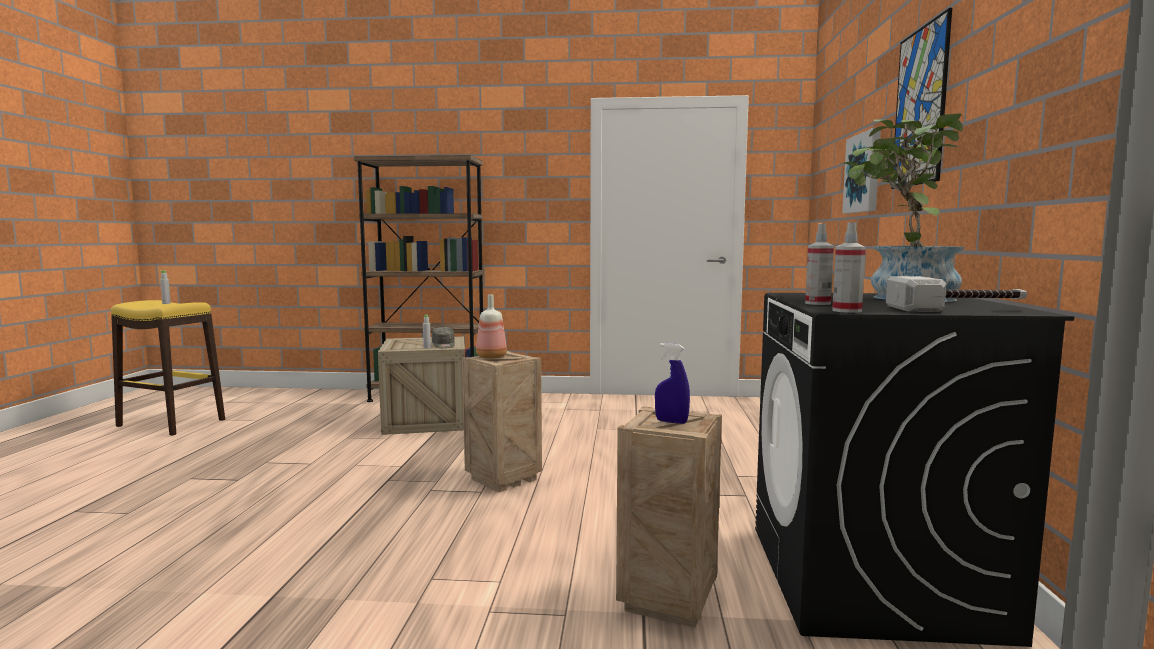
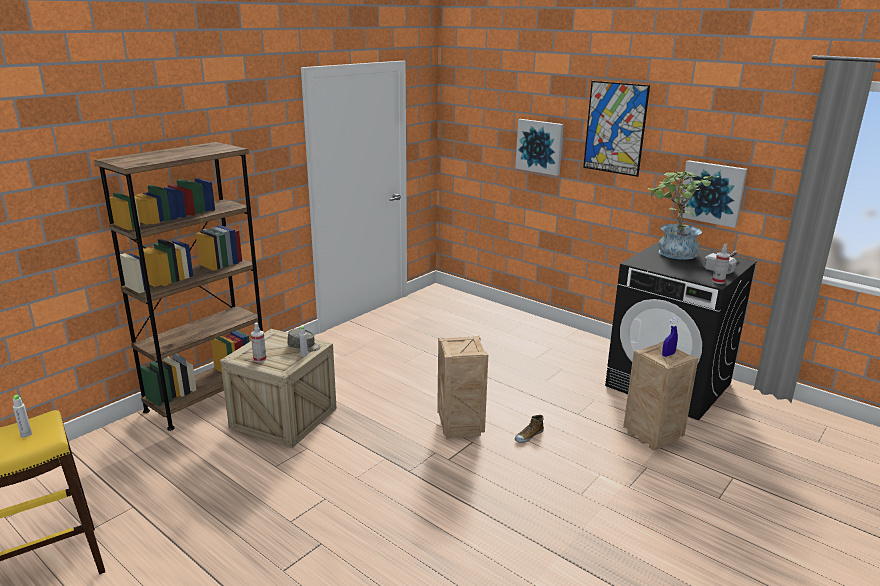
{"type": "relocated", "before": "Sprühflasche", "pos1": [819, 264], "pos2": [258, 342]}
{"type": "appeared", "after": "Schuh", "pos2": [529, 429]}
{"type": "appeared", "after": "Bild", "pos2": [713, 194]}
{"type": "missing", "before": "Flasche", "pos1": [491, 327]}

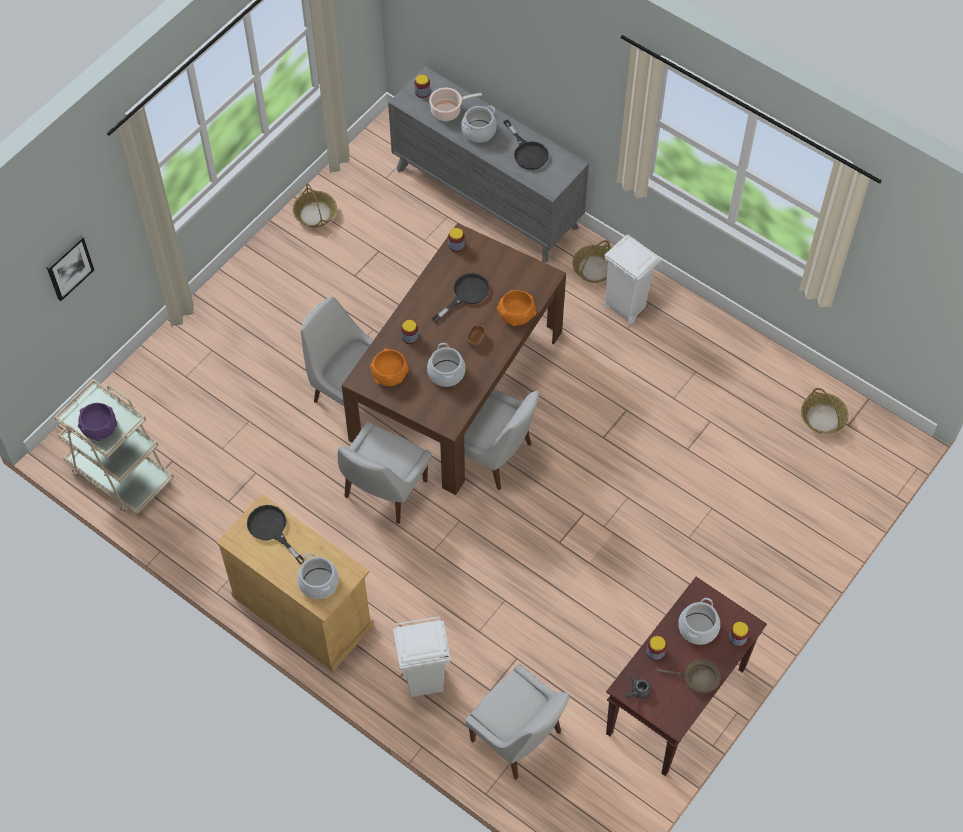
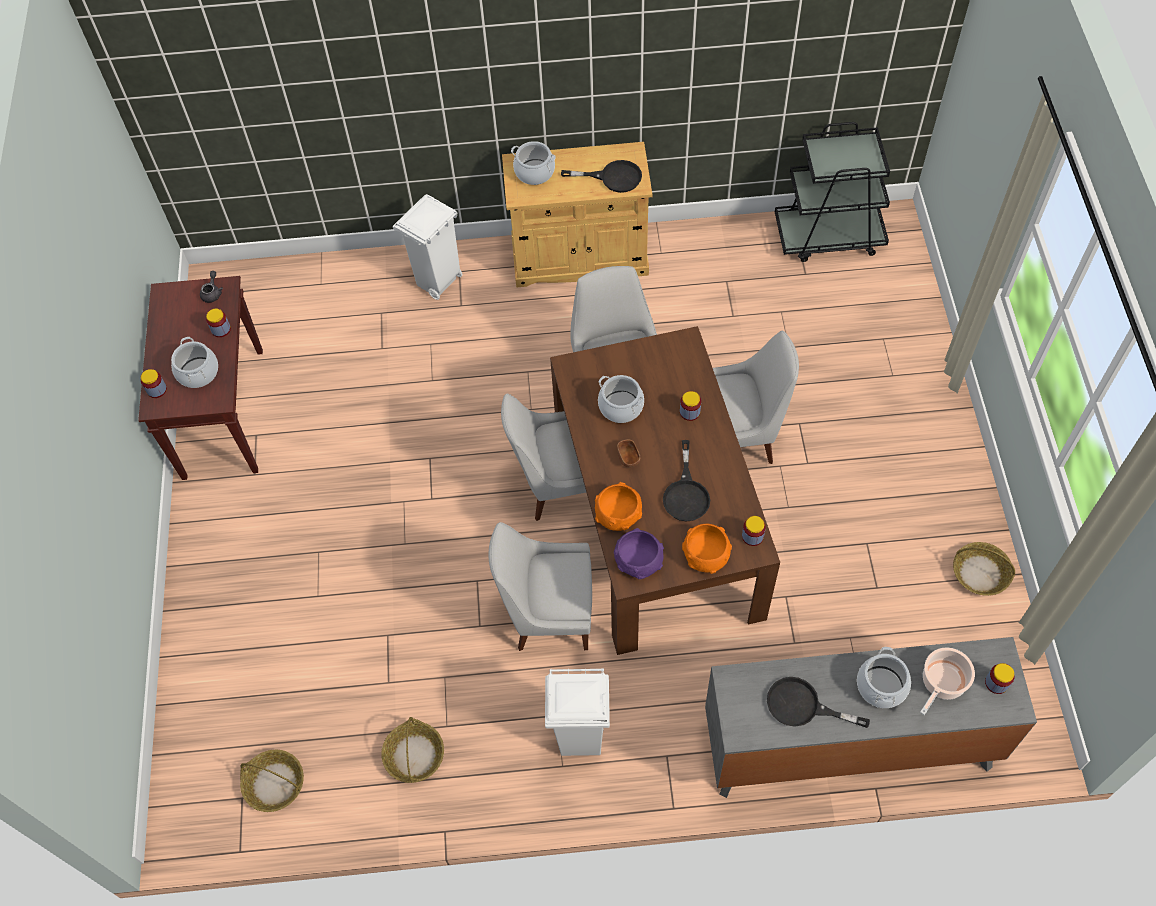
{"type": "relocated", "before": "Korb", "pos1": [591, 261], "pos2": [412, 750]}
{"type": "relocated", "before": "Stuhl/weiß", "pos1": [518, 722], "pos2": [540, 586]}
{"type": "relocated", "before": "Schüssel/lila", "pos1": [97, 422], "pos2": [639, 553]}
{"type": "relocated", "before": "Schüssel/orange", "pos1": [389, 367], "pos2": [707, 549]}
{"type": "colour", "before": "Rollwagen/beige", "after": "Rollwagen/schwarz", "pos1": [114, 446], "pos2": [832, 192]}
{"type": "missing", "before": "Bild", "pos1": [70, 268]}
{"type": "missing", "before": "Pfanne/braun", "pos1": [688, 676]}

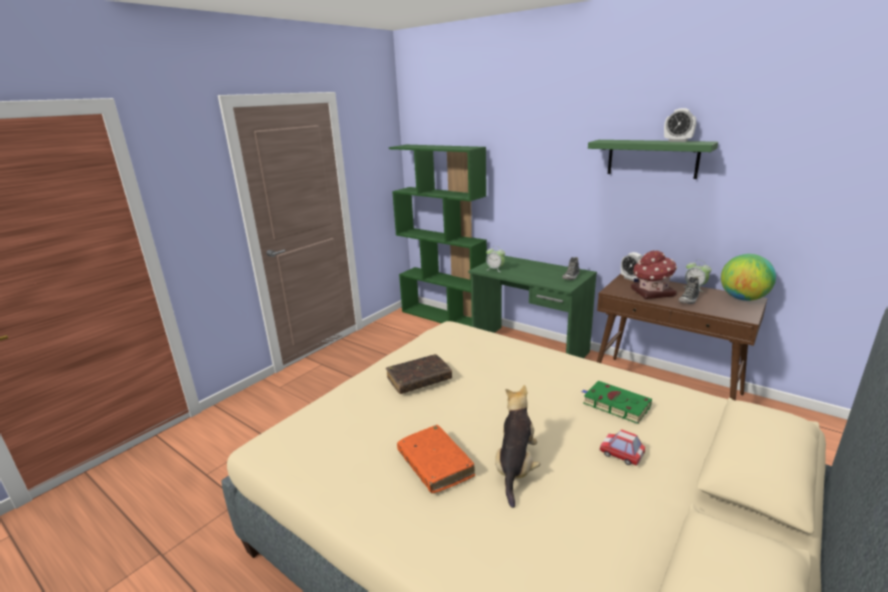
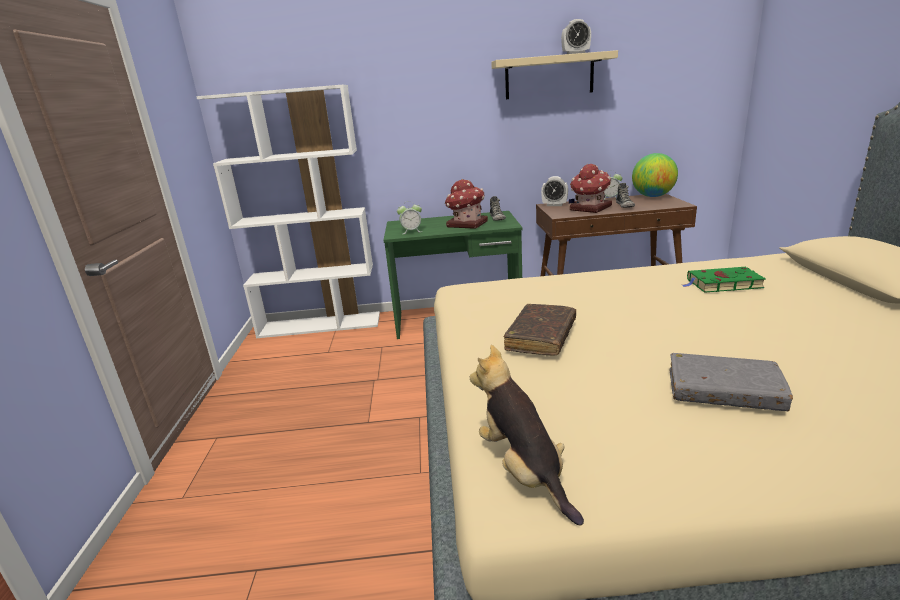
{"type": "colour", "before": "Bücherregal/grün", "after": "Bücherregal/weiß", "pos1": [438, 236], "pos2": [288, 211]}
{"type": "appeared", "after": "Spielzeughaus", "pos2": [466, 204]}
{"type": "relocated", "before": "Plüschtier", "pos1": [517, 446], "pos2": [527, 435]}
{"type": "colour", "before": "Wandregal/grün", "after": "Wandregal/beige", "pos1": [653, 159], "pos2": [554, 74]}
{"type": "colour", "before": "Buch/orange", "after": "Buch/grau", "pos1": [436, 459], "pos2": [731, 382]}
{"type": "missing", "before": "Spielzeugauto", "pos1": [622, 447]}

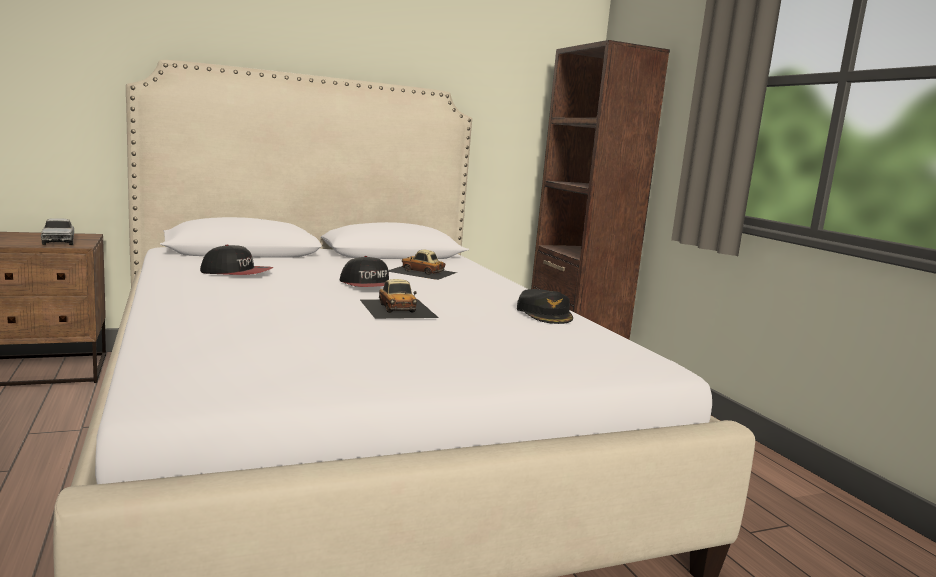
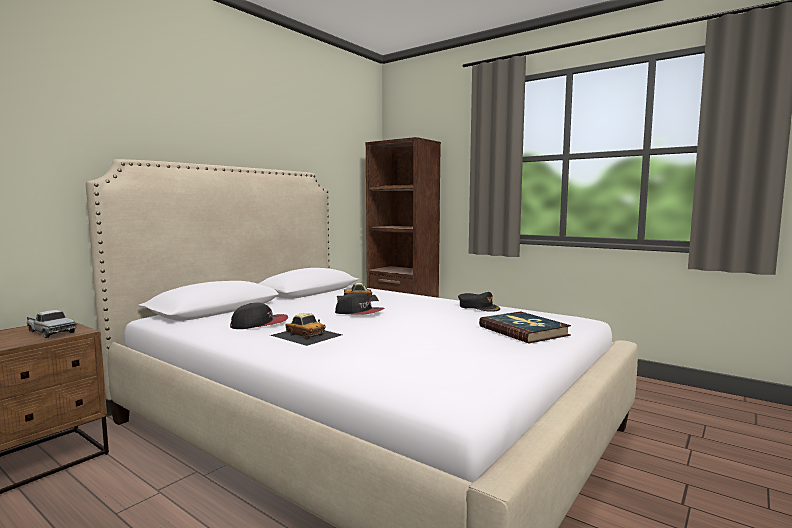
{"type": "relocated", "before": "Spielzeugauto", "pos1": [399, 299], "pos2": [306, 329]}
{"type": "appeared", "after": "Buch", "pos2": [525, 327]}

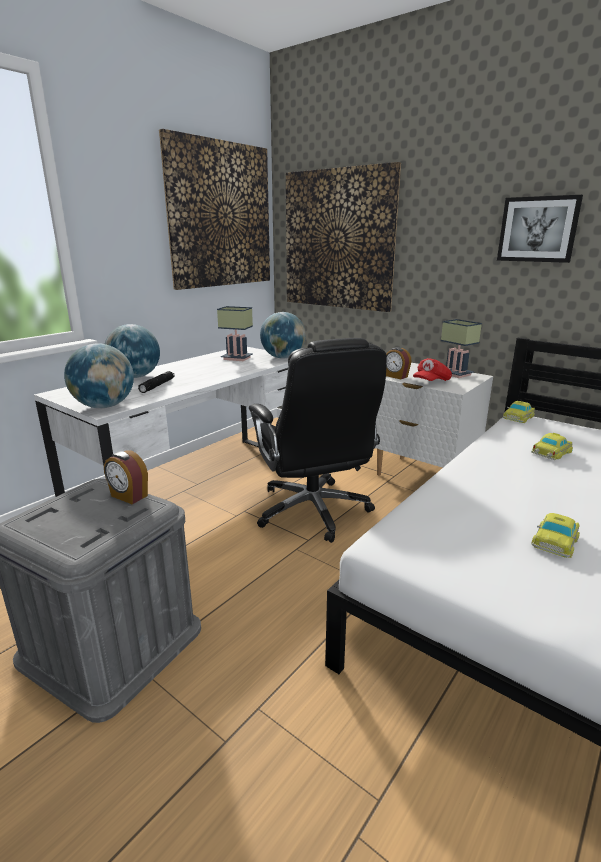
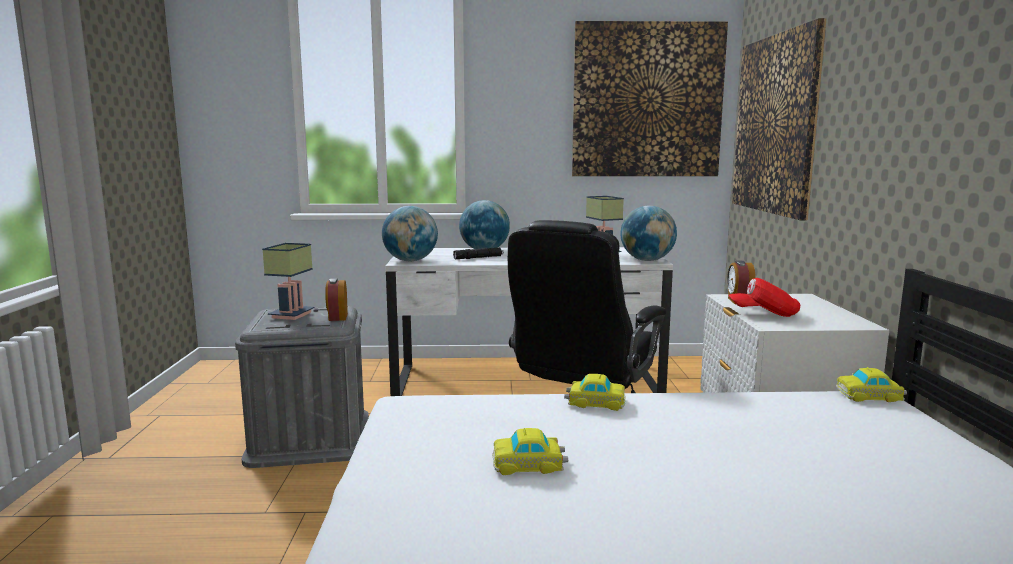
{"type": "relocated", "before": "Tischlampe", "pos1": [461, 348], "pos2": [288, 281]}
{"type": "relocated", "before": "Spielzeugauto", "pos1": [552, 446], "pos2": [595, 392]}
{"type": "missing", "before": "Bild", "pos1": [540, 229]}

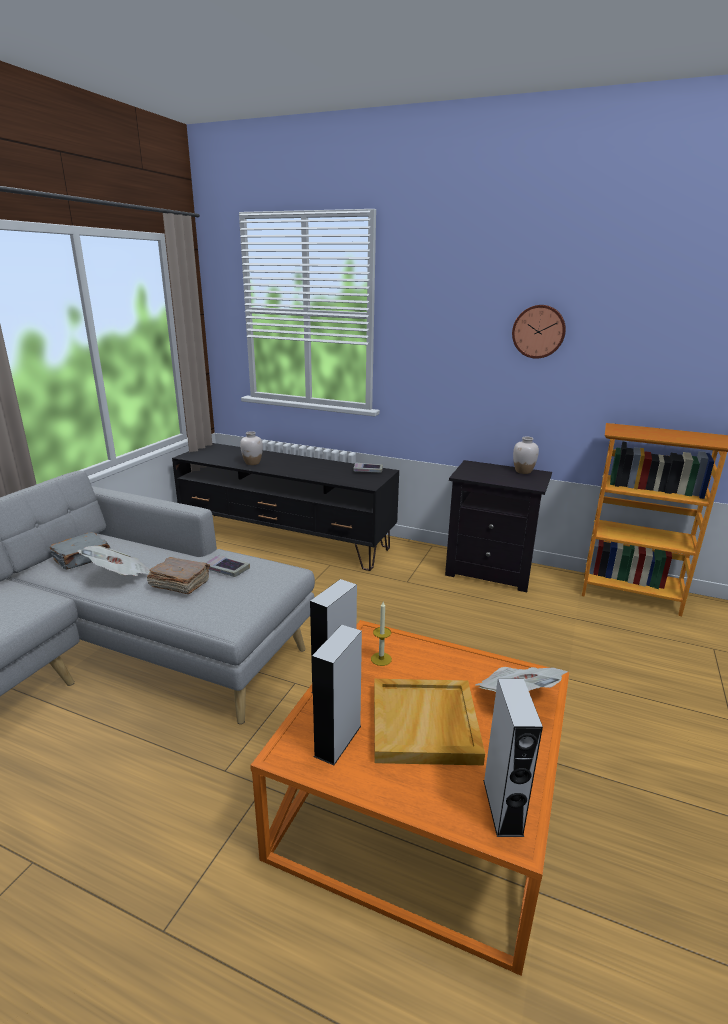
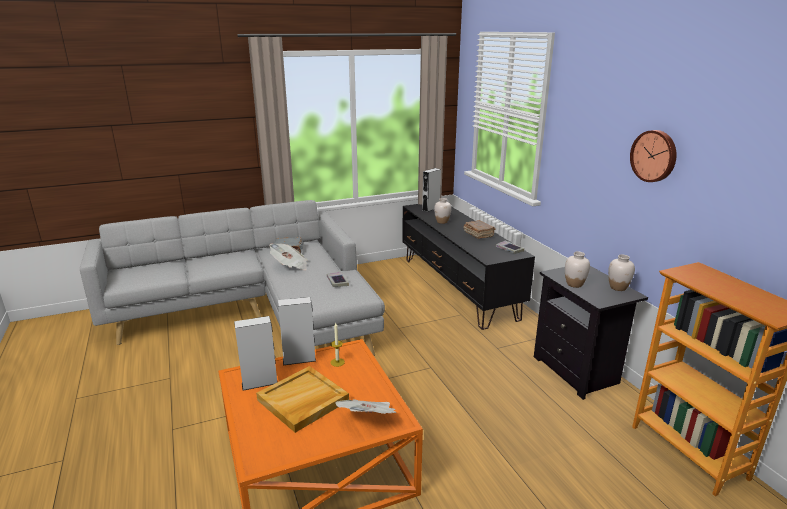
{"type": "relocated", "before": "Lautsprecher/grau", "pos1": [513, 757], "pos2": [431, 190]}
{"type": "relocated", "before": "Buch/braun", "pos1": [178, 575], "pos2": [480, 229]}
{"type": "appeared", "after": "Vase/weiß", "pos2": [577, 270]}

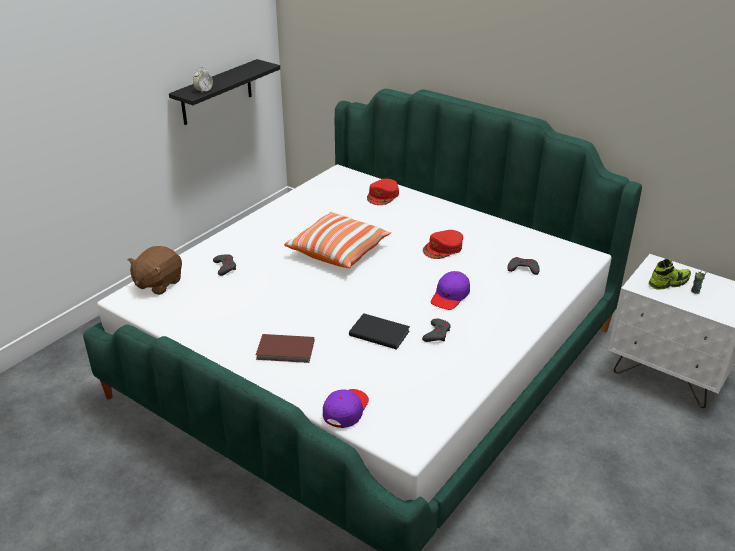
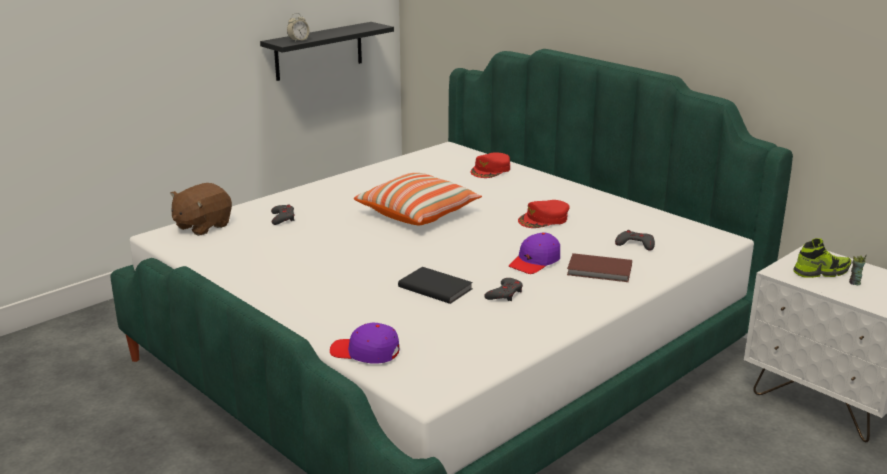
{"type": "spun", "before": "Kappe/lila", "pos1": [346, 408], "pos2": [365, 343], "turn": -105}
{"type": "relocated", "before": "Buch/braun", "pos1": [285, 348], "pos2": [599, 267]}

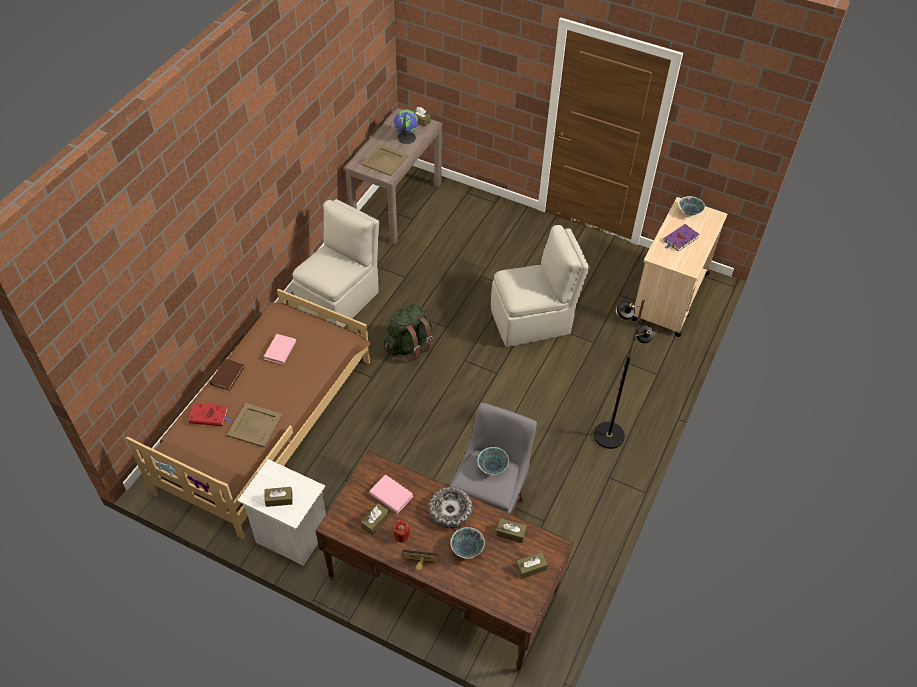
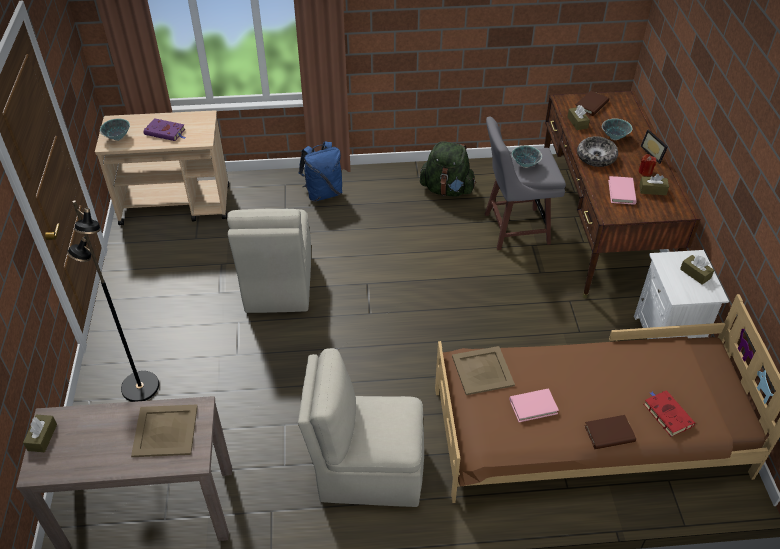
{"type": "relocated", "before": "Stehlampe/schwarz", "pos1": [624, 374], "pos2": [113, 301]}
{"type": "spun", "before": "Stuhl/beige", "pos1": [540, 286], "pos2": [269, 261], "turn": -135}
{"type": "appeared", "after": "Rucksack/blau", "pos2": [320, 171]}
{"type": "relocated", "before": "Rucksack/grün", "pos1": [408, 332], "pos2": [448, 169]}
{"type": "relocated", "before": "Tablett/beige", "pos1": [255, 425], "pos2": [483, 370]}
{"type": "exchanged", "before": "Taschentuchbox/braun", "after": "Buch/braun", "pos1": [532, 565], "pos2": [592, 103]}
{"type": "missing", "before": "Globus", "pos1": [406, 126]}

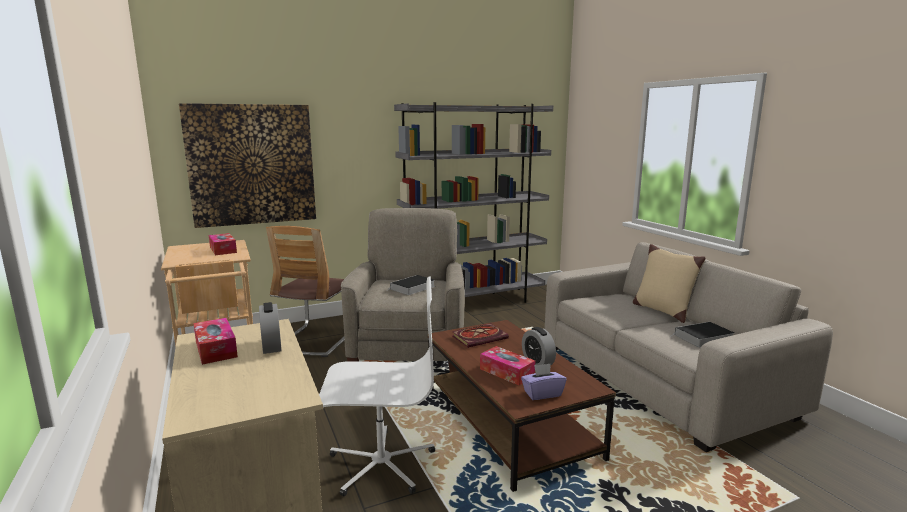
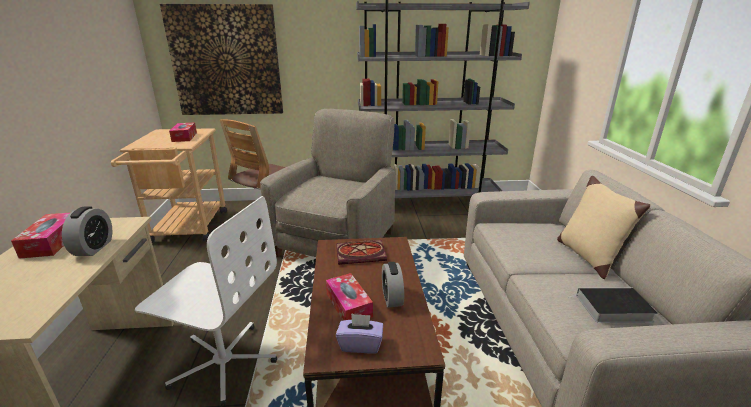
{"type": "missing", "before": "Buch", "pos1": [410, 285]}

